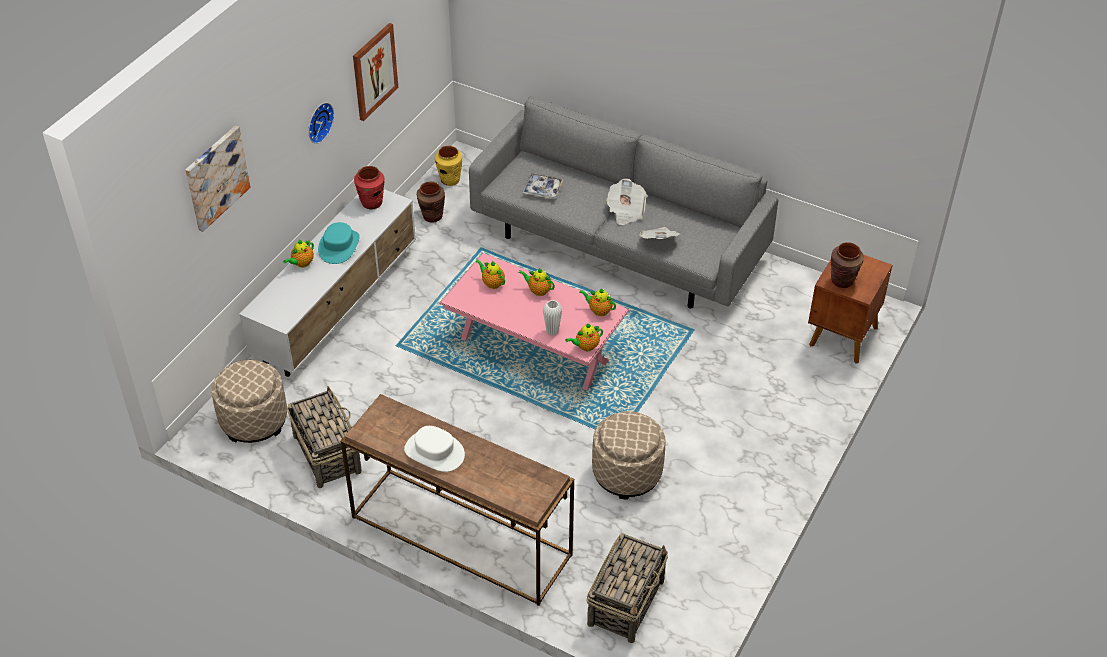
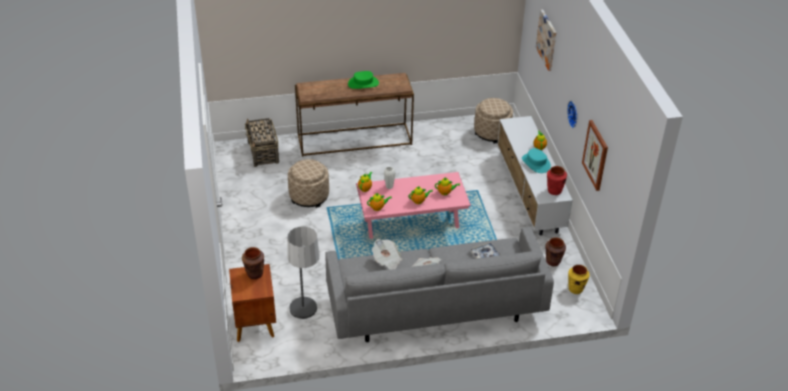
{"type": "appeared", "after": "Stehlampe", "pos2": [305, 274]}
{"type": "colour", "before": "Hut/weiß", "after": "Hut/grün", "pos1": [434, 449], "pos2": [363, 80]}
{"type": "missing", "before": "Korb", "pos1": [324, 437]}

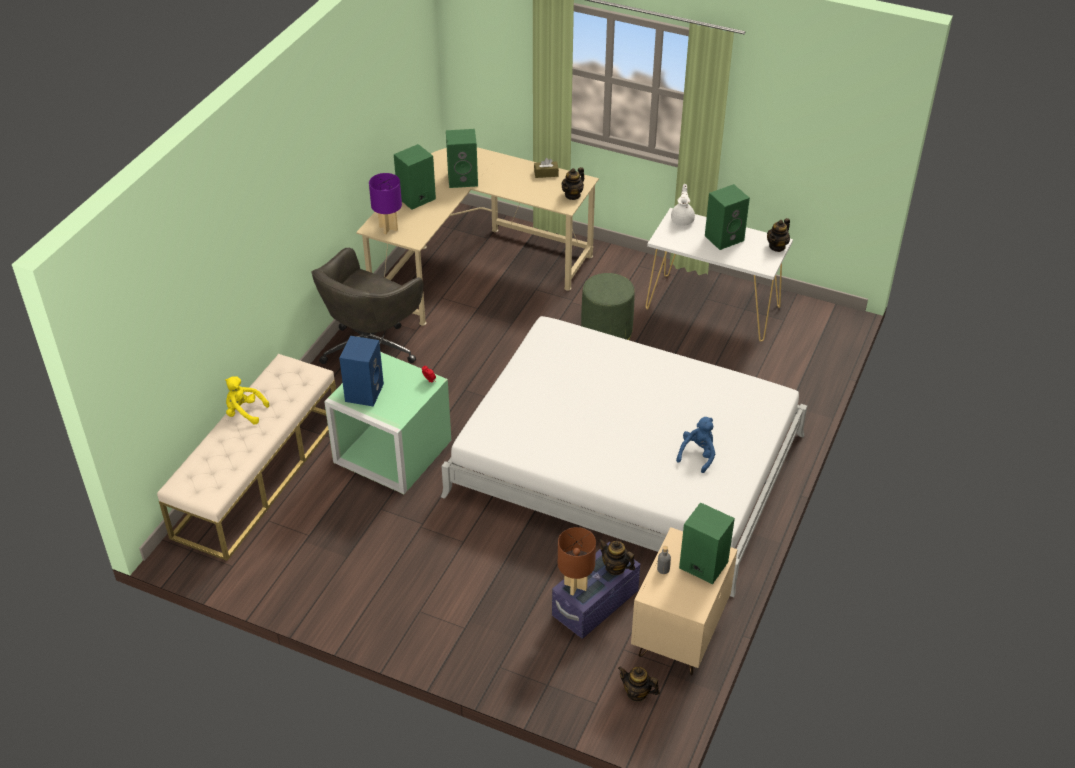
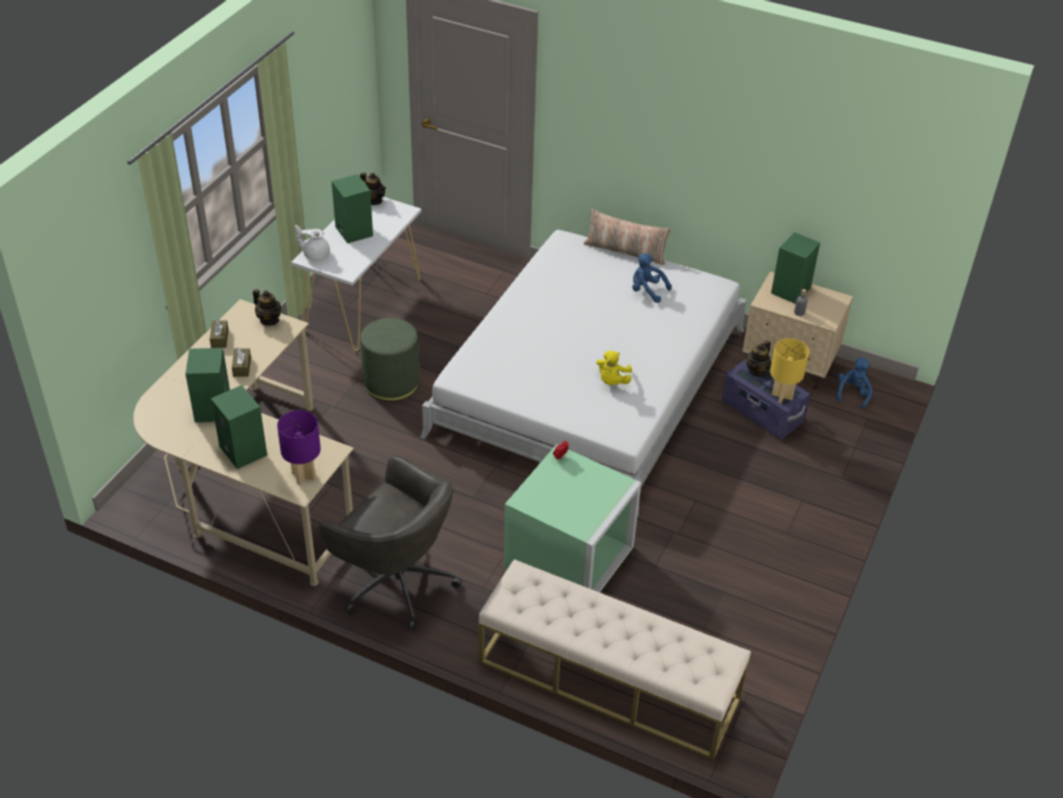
{"type": "appeared", "after": "Taschentuchbox/braun", "pos2": [241, 362]}
{"type": "appeared", "after": "Kissen", "pos2": [627, 237]}
{"type": "relocated", "before": "Plüschtier/gelb", "pos1": [247, 400], "pos2": [614, 368]}
{"type": "colour", "before": "Tischlampe/braun", "after": "Tischlampe/gelb", "pos1": [577, 561], "pos2": [789, 370]}
{"type": "exchanged", "before": "Teekanne", "after": "Plüschtier/blau", "pos1": [639, 684], "pos2": [854, 383]}
{"type": "missing", "before": "Lautsprecher/blau", "pos1": [361, 371]}

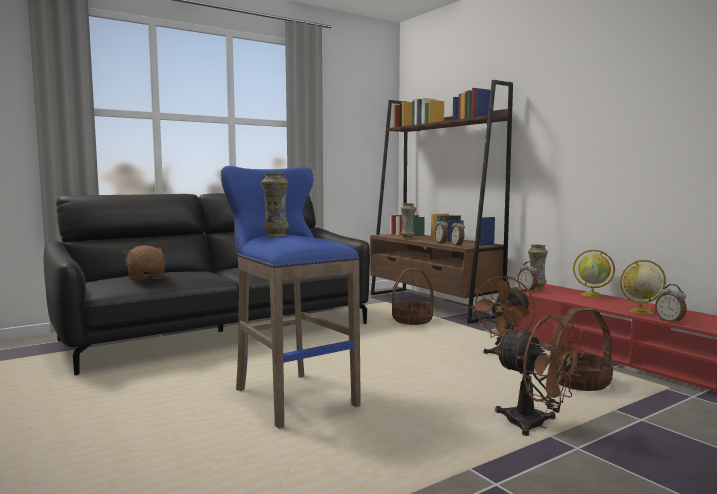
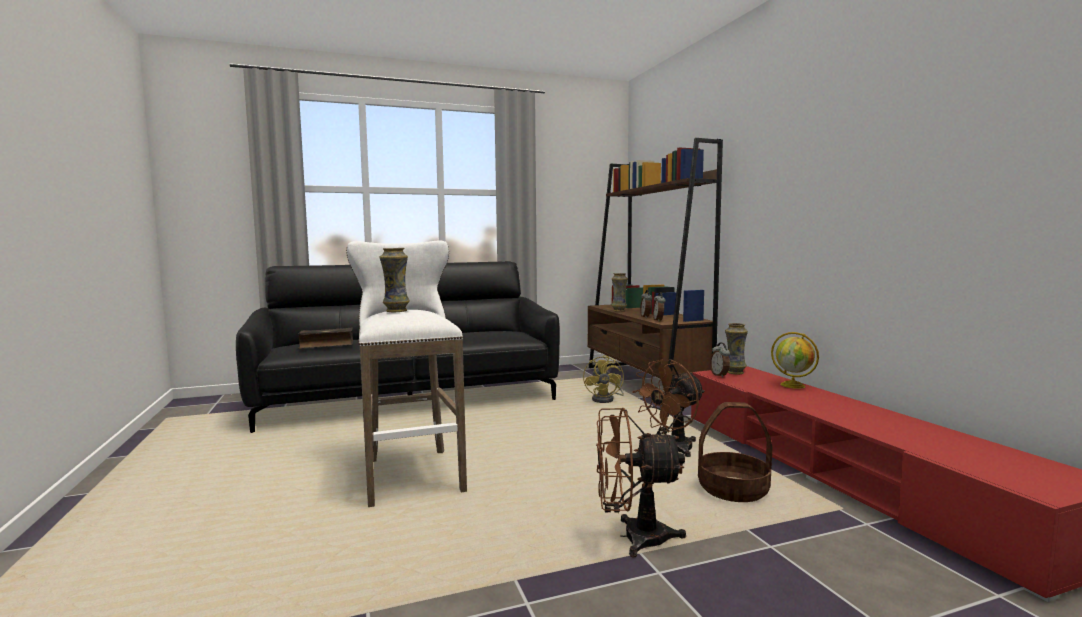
{"type": "exchanged", "before": "Plüschtier/braun", "after": "Buch", "pos1": [144, 263], "pos2": [325, 338]}
{"type": "colour", "before": "Hocker/blau", "after": "Hocker/weiß", "pos1": [291, 297], "pos2": [406, 374]}
{"type": "exchanged", "before": "Korb", "after": "Ventilator/gelb", "pos1": [412, 296], "pos2": [603, 379]}
{"type": "spun", "before": "Ventilator/braun", "pos1": [539, 375], "pos2": [641, 482], "turn": 120}
{"type": "missing", "before": "Globus", "pos1": [643, 287]}
{"type": "missing", "before": "Wecker", "pos1": [671, 304]}

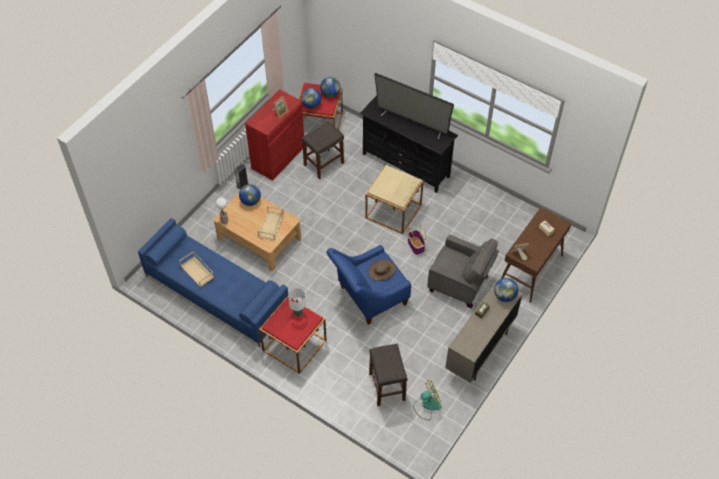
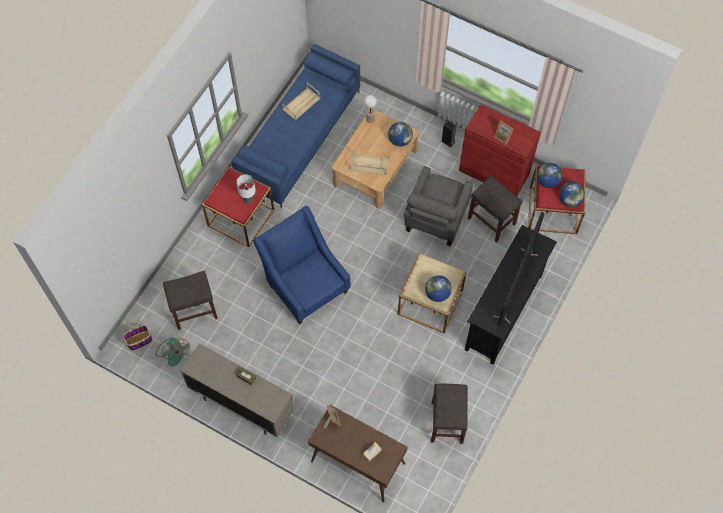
{"type": "relocated", "before": "Korb", "pos1": [417, 240], "pos2": [137, 335]}
{"type": "relocated", "before": "Sessel/grau", "pos1": [463, 272], "pos2": [438, 206]}
{"type": "relocated", "before": "Globus", "pos1": [506, 290], "pos2": [438, 288]}
{"type": "appeared", "after": "Hocker/grau", "pos2": [449, 414]}
{"type": "missing", "before": "Hut/braun", "pos1": [382, 270]}

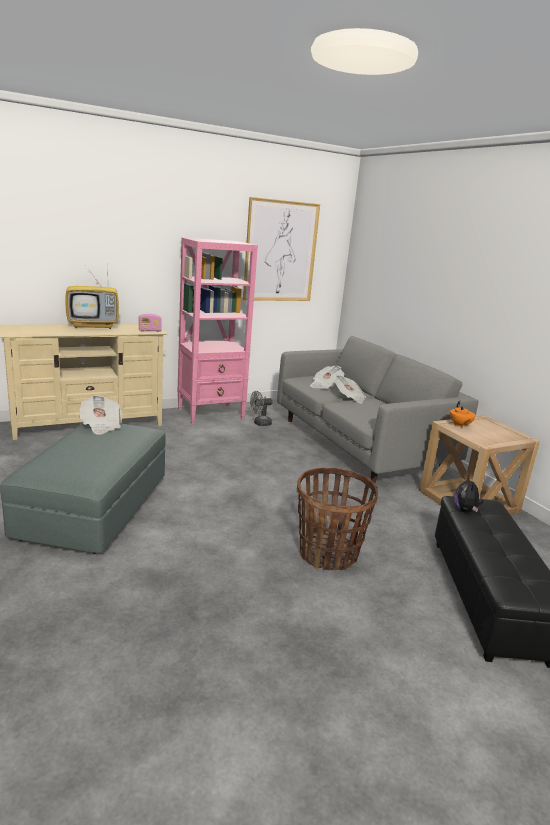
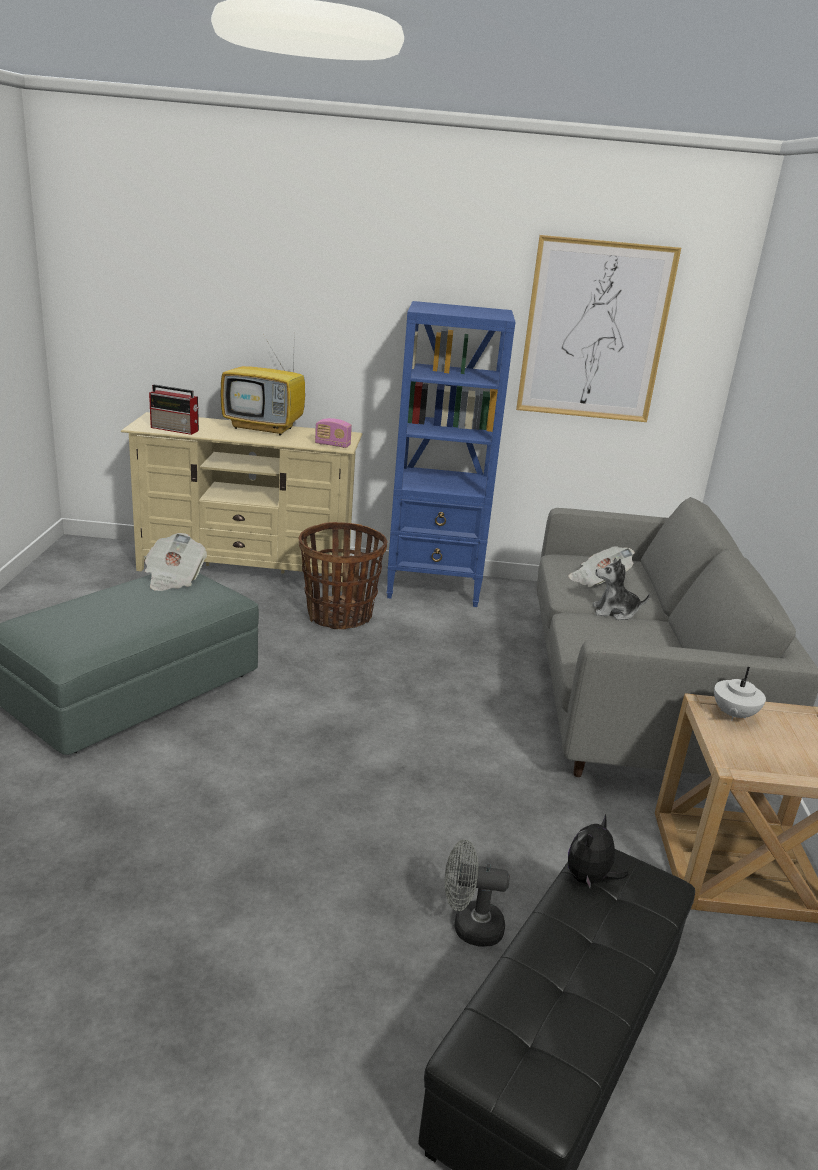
{"type": "appeared", "after": "Radio", "pos2": [174, 410]}
{"type": "relocated", "before": "Korb", "pos1": [337, 518], "pos2": [343, 575]}
{"type": "colour", "before": "Bücherregal/rosa", "after": "Bücherregal/blau", "pos1": [218, 331], "pos2": [451, 454]}
{"type": "relocated", "before": "Ventilator/grau", "pos1": [261, 408], "pos2": [477, 893]}
{"type": "exchanged", "before": "Zeitung", "after": "Plüschtier", "pos1": [350, 389], "pos2": [621, 588]}
{"type": "colour", "before": "Teekanne/orange", "after": "Teekanne/weiß", "pos1": [463, 414], "pos2": [740, 693]}

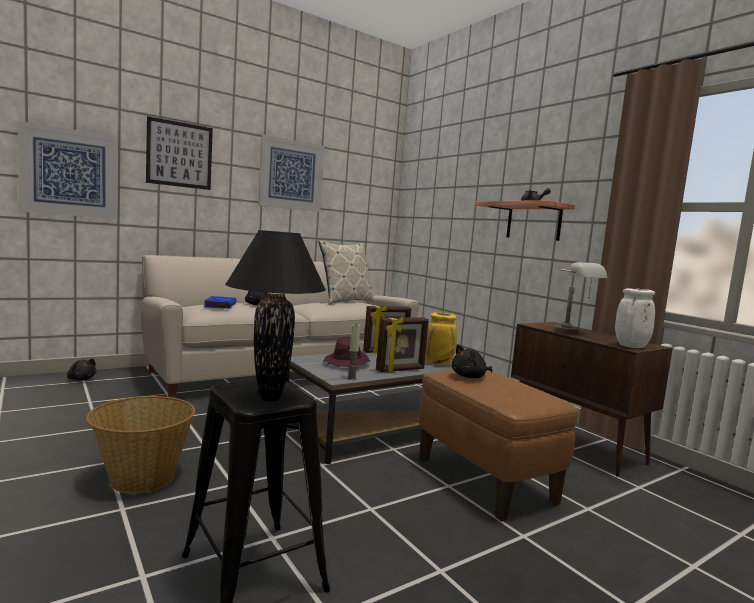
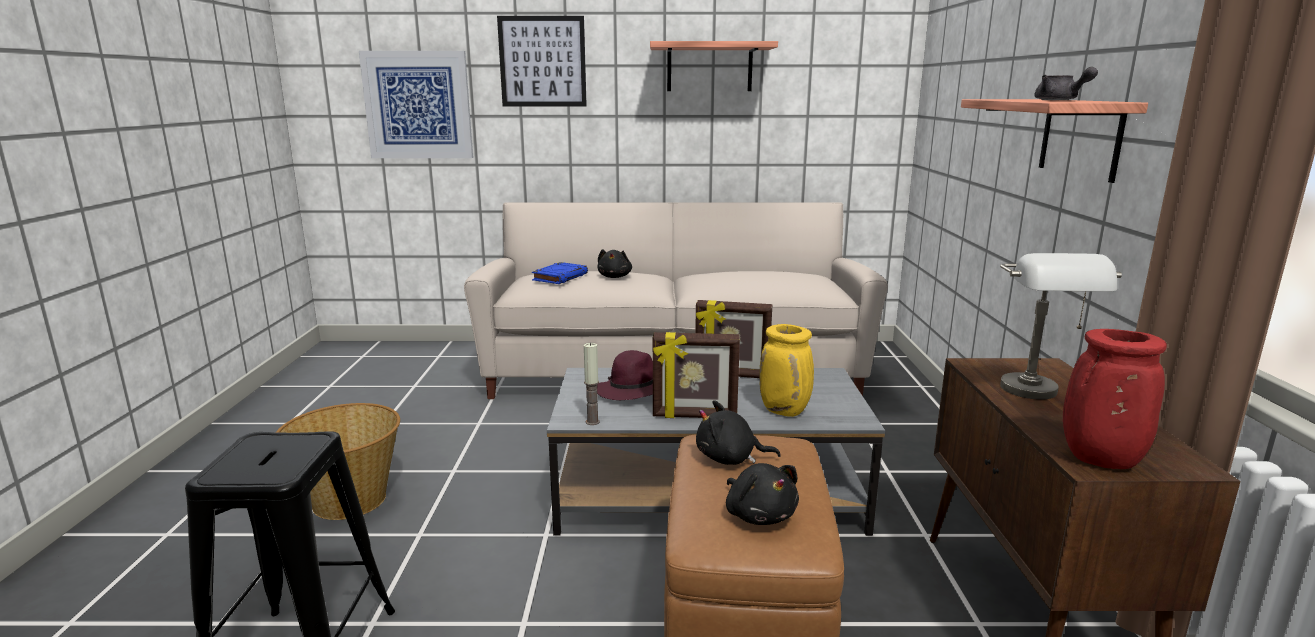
{"type": "exchanged", "before": "Bild", "after": "Wandregal", "pos1": [291, 173], "pos2": [714, 66]}
{"type": "relocated", "before": "Plüschtier/schwarz", "pos1": [82, 370], "pos2": [762, 494]}
{"type": "colour", "before": "Vase/weiß", "after": "Vase/rot", "pos1": [635, 318], "pos2": [1115, 399]}
{"type": "missing", "before": "Tischlampe/schwarz", "pos1": [275, 315]}
{"type": "missing", "before": "Kissen", "pos1": [346, 272]}

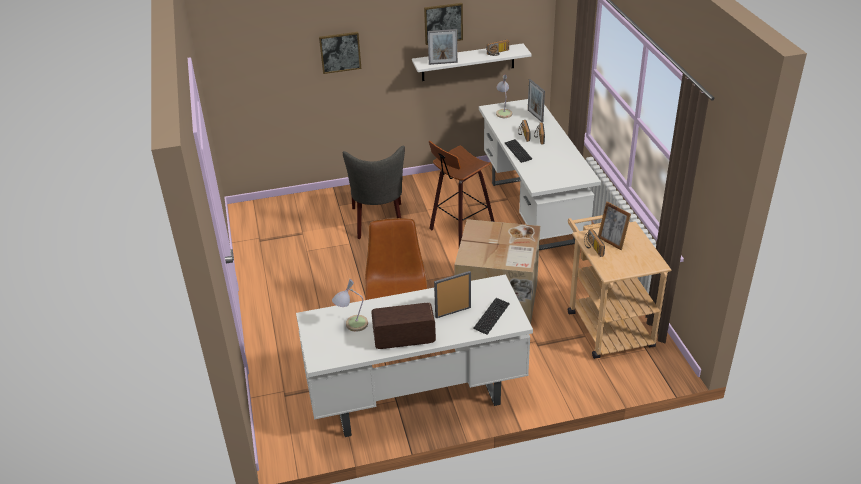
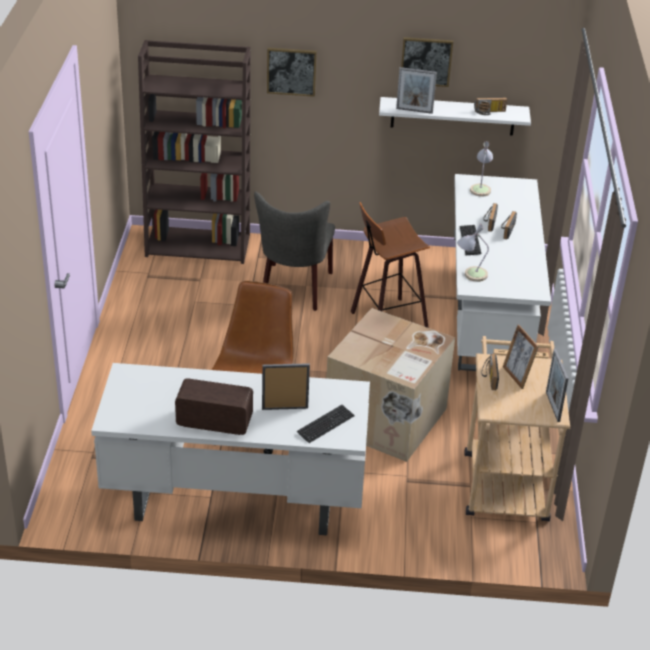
{"type": "appeared", "after": "Bücherregal/braun", "pos2": [194, 152]}
{"type": "relocated", "before": "Tischlampe", "pos1": [350, 305], "pos2": [473, 252]}
{"type": "relocated", "before": "Bilderrahmen", "pos1": [536, 100], "pos2": [557, 385]}

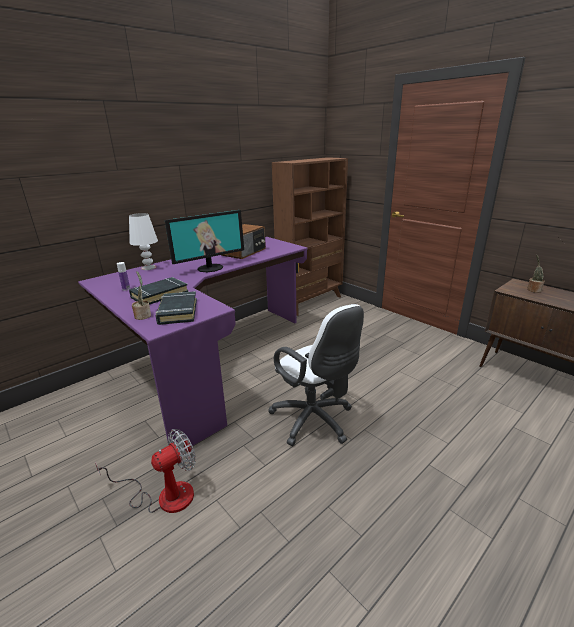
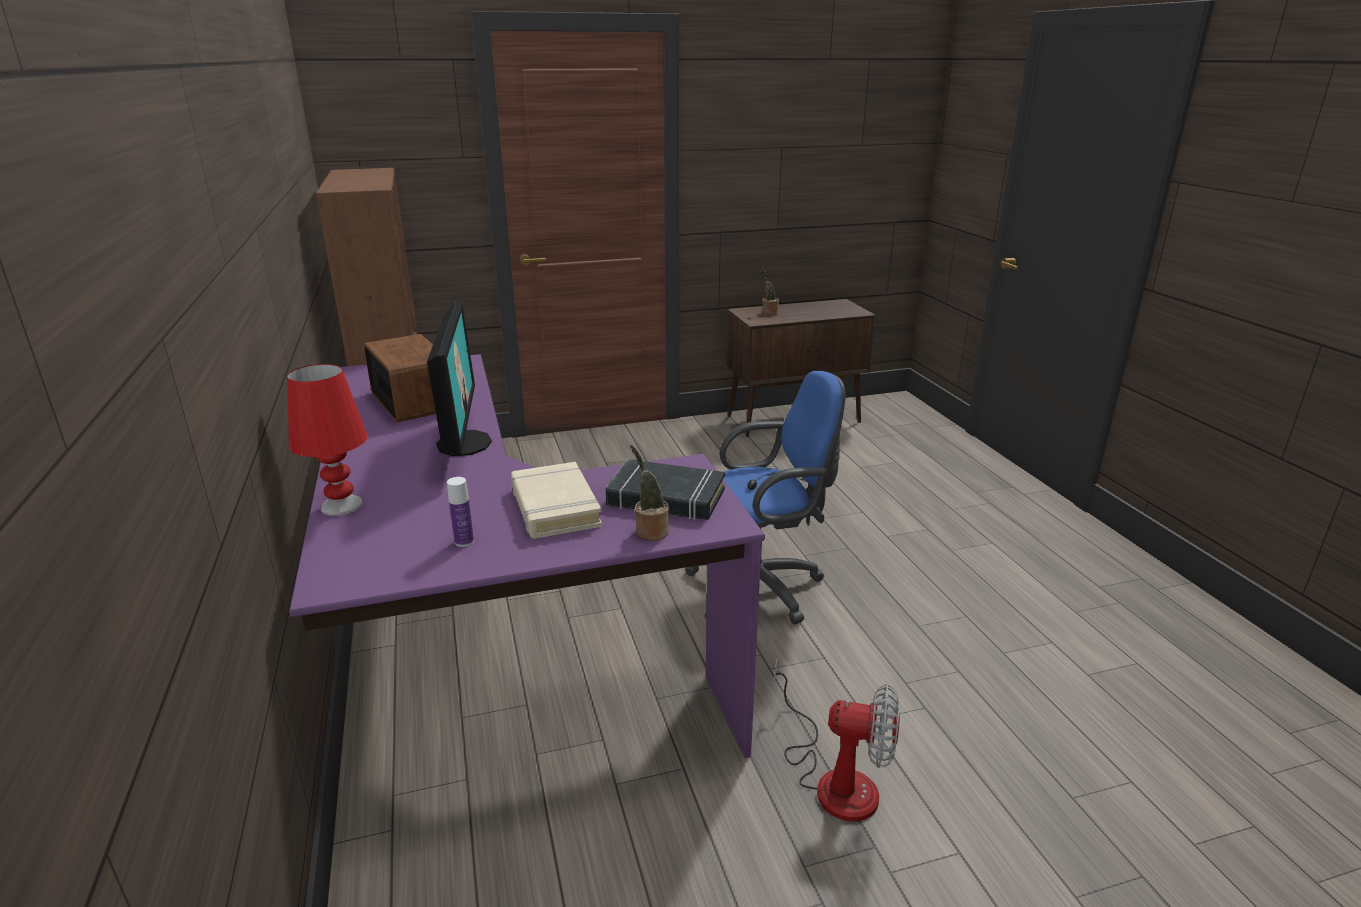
{"type": "colour", "before": "Tischlampe/weiß", "after": "Tischlampe/rot", "pos1": [143, 241], "pos2": [327, 440]}
{"type": "colour", "before": "Buch/schwarz", "after": "Buch/beige", "pos1": [159, 291], "pos2": [556, 500]}
{"type": "colour", "before": "Bürostuhl/weiß", "after": "Bürostuhl/blau", "pos1": [316, 375], "pos2": [765, 498]}
{"type": "spun", "before": "Ventilator", "pos1": [145, 471], "pos2": [837, 740], "turn": 120}

